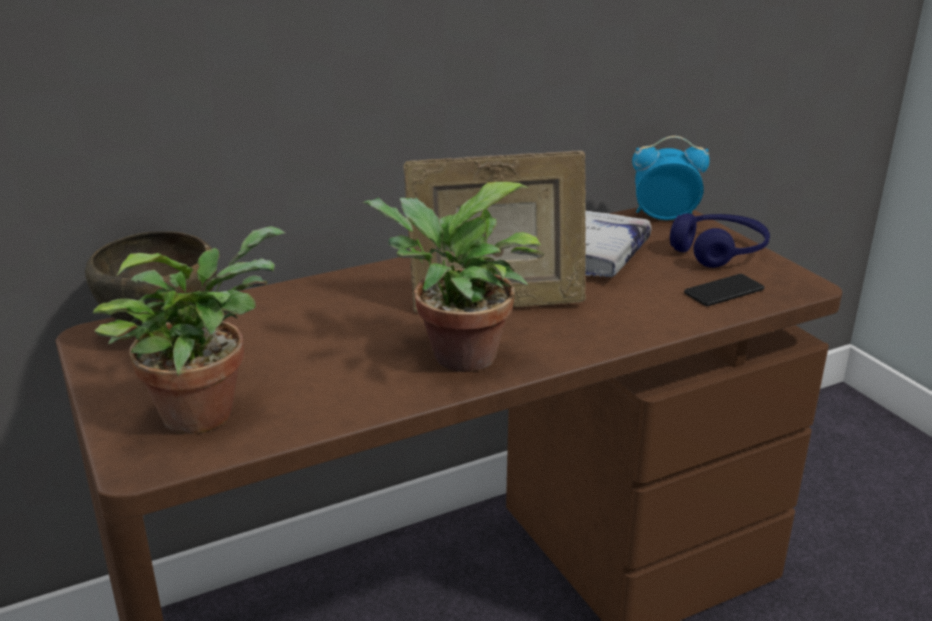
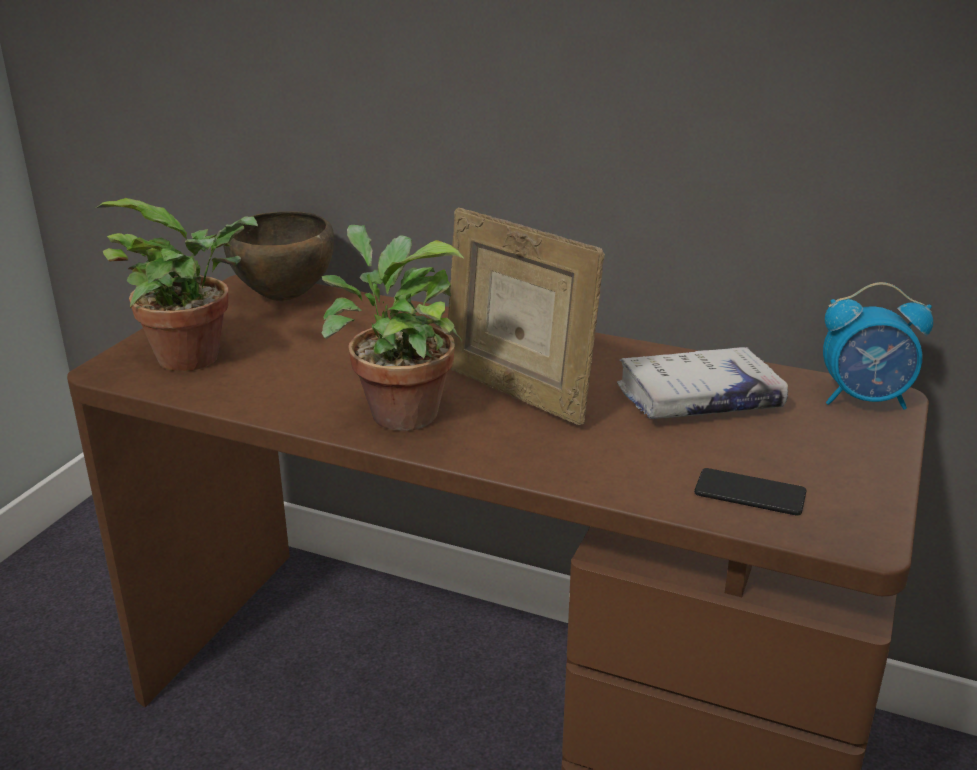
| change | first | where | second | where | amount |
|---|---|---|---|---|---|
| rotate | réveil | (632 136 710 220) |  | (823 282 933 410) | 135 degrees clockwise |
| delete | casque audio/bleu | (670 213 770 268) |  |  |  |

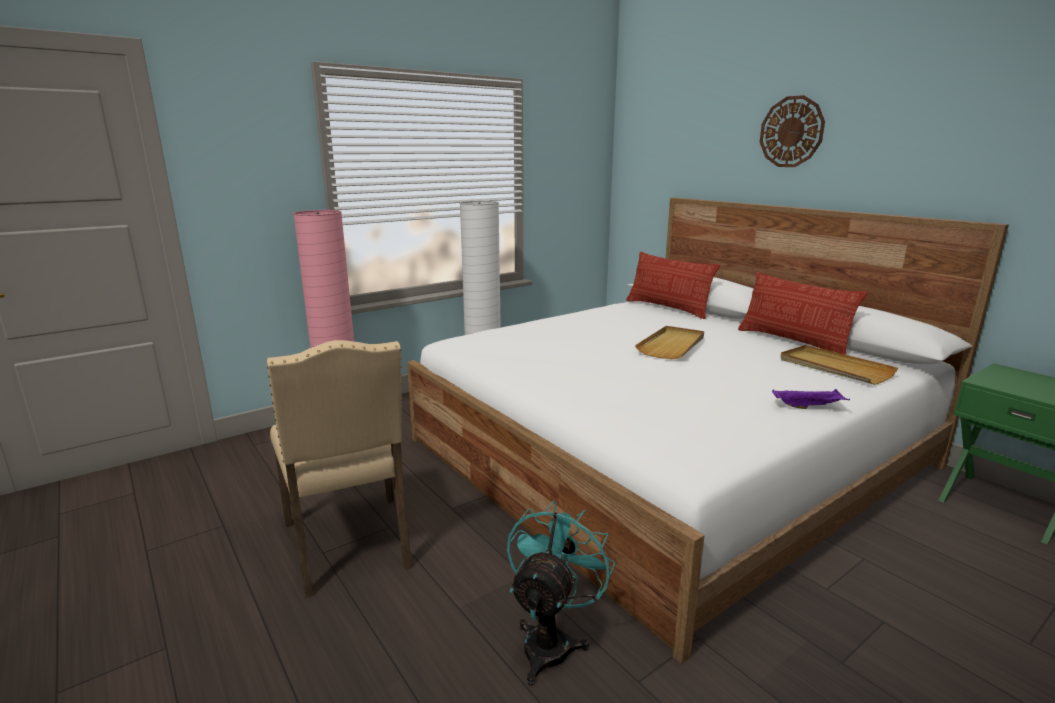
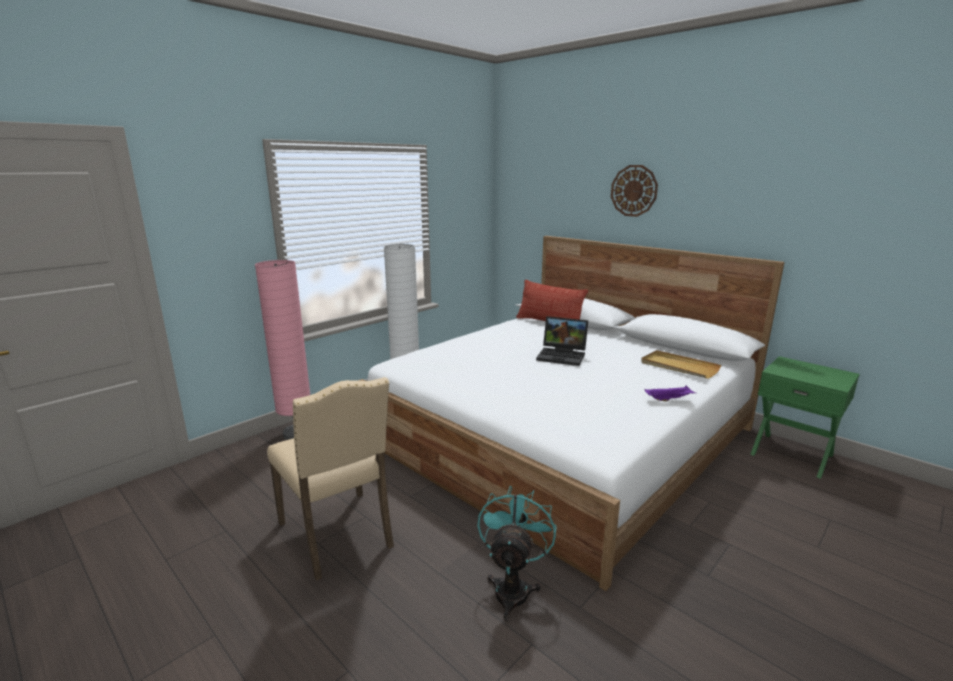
| change | first | where | second | where | amount |
|---|---|---|---|---|---|
| replace | plateau/beige | (635 326 704 359) | ordinateur portable | (536 316 588 366) |  |
| delete | coussin | (738 272 868 355) |  |  |  |

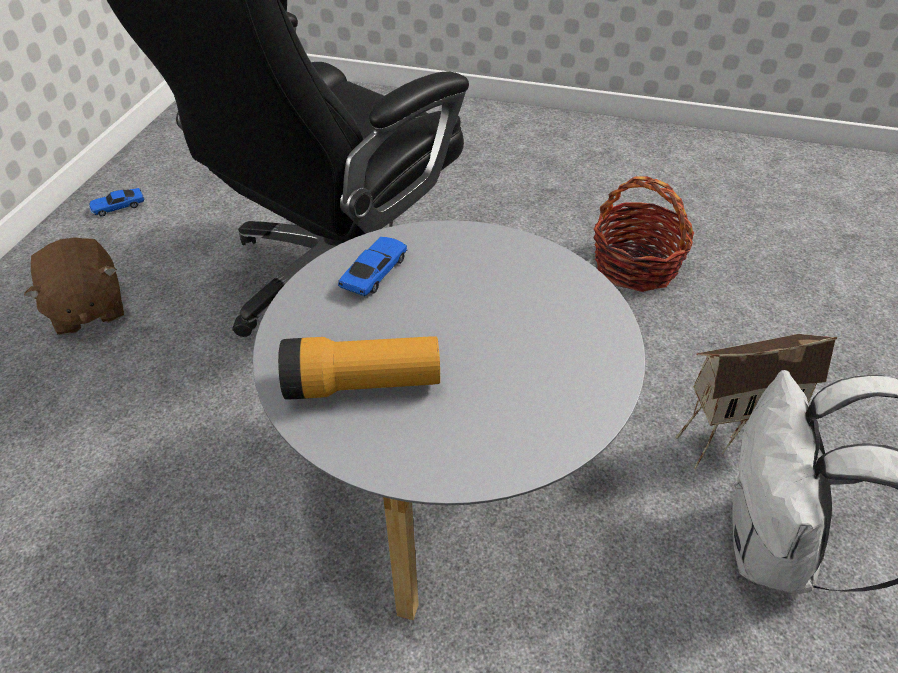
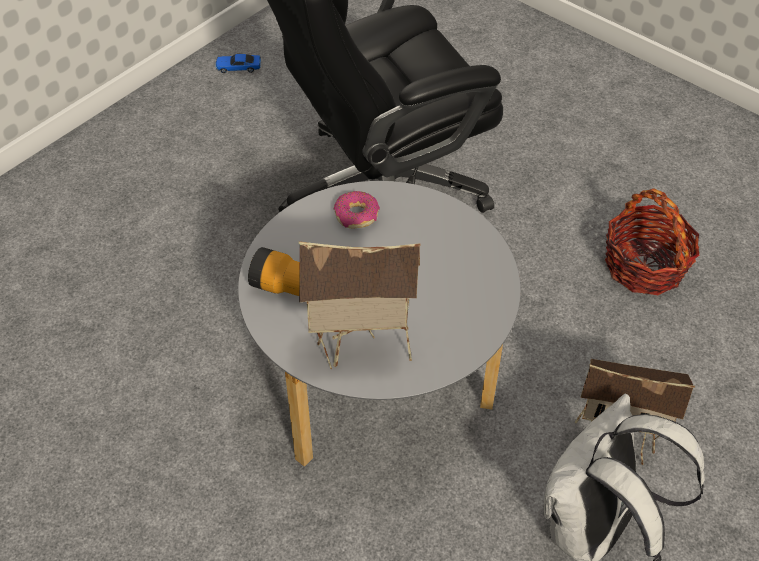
| change | first | where | second | where | amount |
|---|---|---|---|---|---|
| insert |  |  | maison miniature | (298 241 421 369) |  |
| replace | petite voiture | (338 237 408 296) | beignet | (333 191 380 229) |  |
| delete | peluche/marron | (24 237 124 335) |  |  |  |

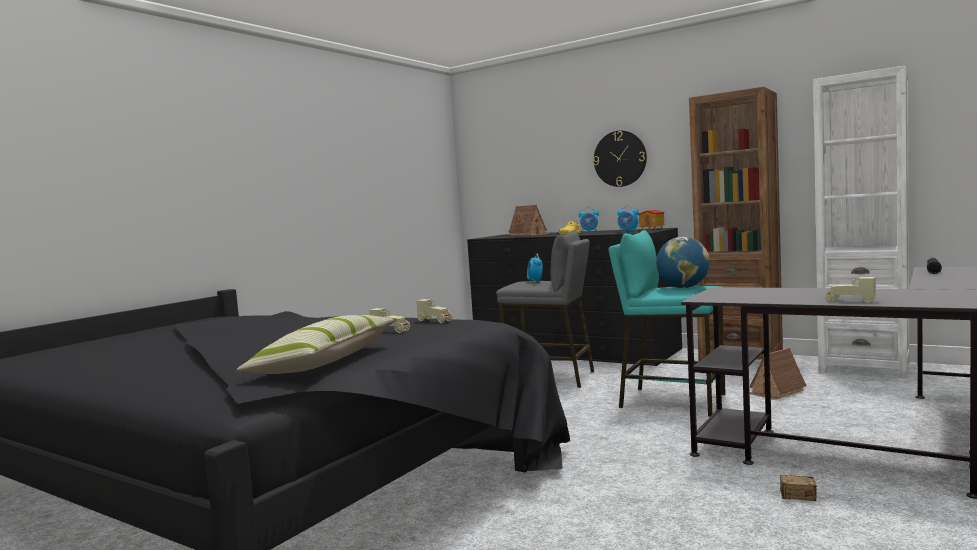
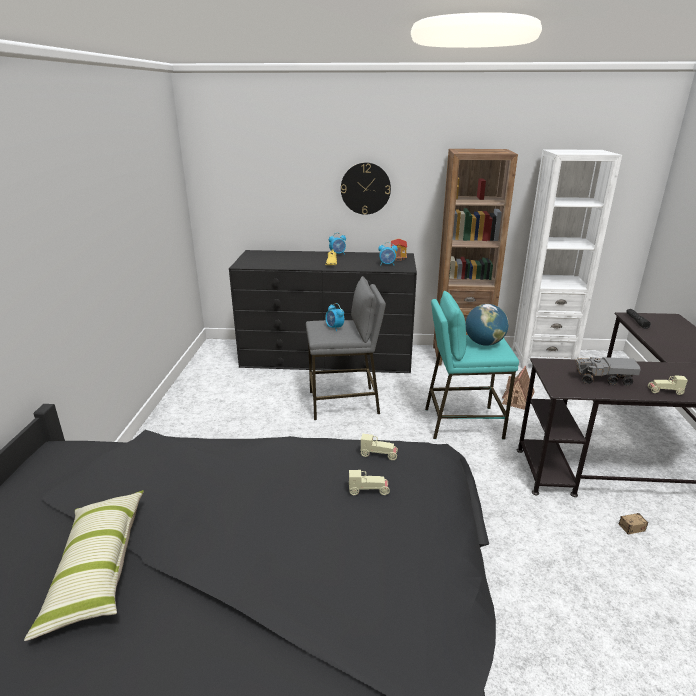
| change | first | where | second | where | amount |
|---|---|---|---|---|---|
| move | coussin | (237 315 397 374) |  | (24 490 144 641) |  |
| insert |  |  | camion jouet | (575 357 641 386) |  |
| delete | maison miniature | (508 205 550 236) |  |  |  |

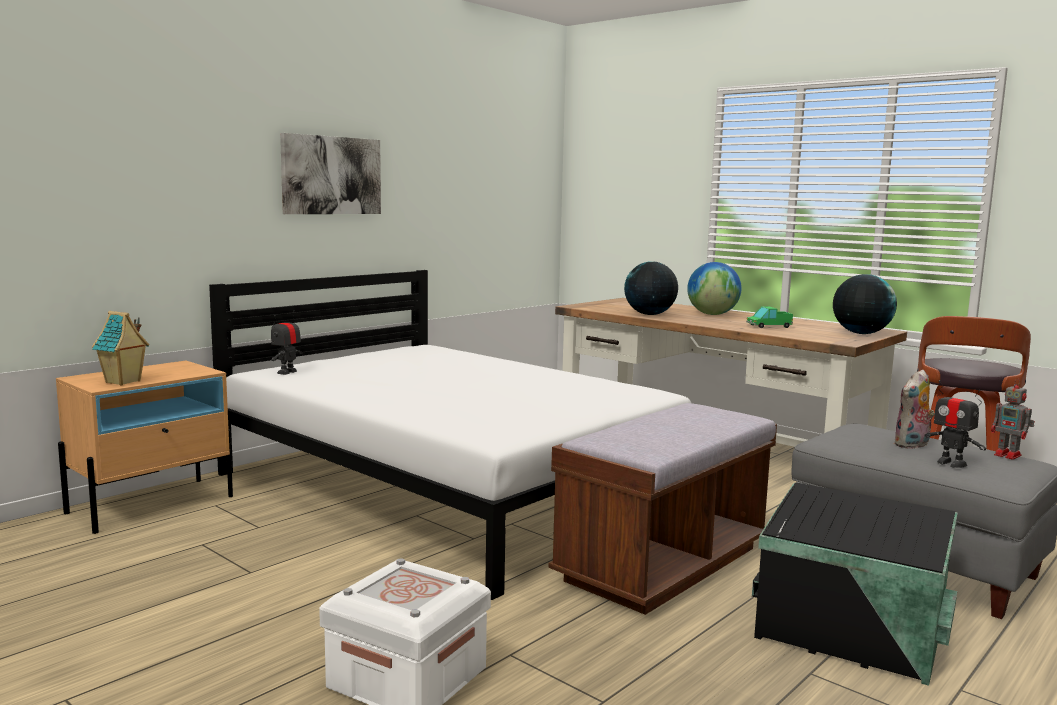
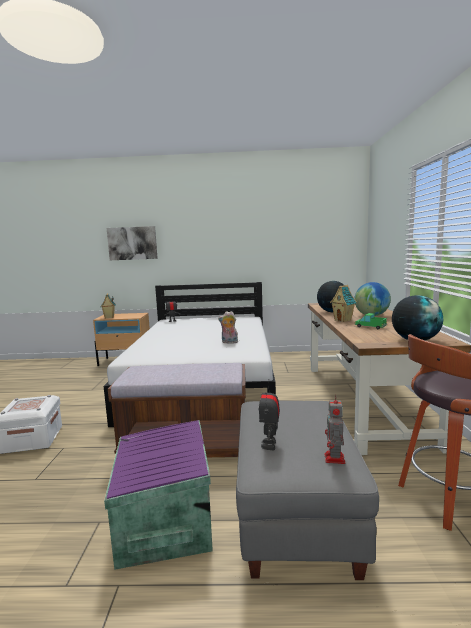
| change | first | where | second | where | amount |
|---|---|---|---|---|---|
| recolor | boîte de rangement/noir | (752 482 958 686) | boîte de rangement/violet | (104 420 213 570) |  |
| move | tableau | (280 133 381 214) |  | (107 226 158 260) |  |
| move | peluche | (893 369 935 449) |  | (218 311 238 344) |  |
| insert |  |  | maison miniature | (330 285 357 322) |  |

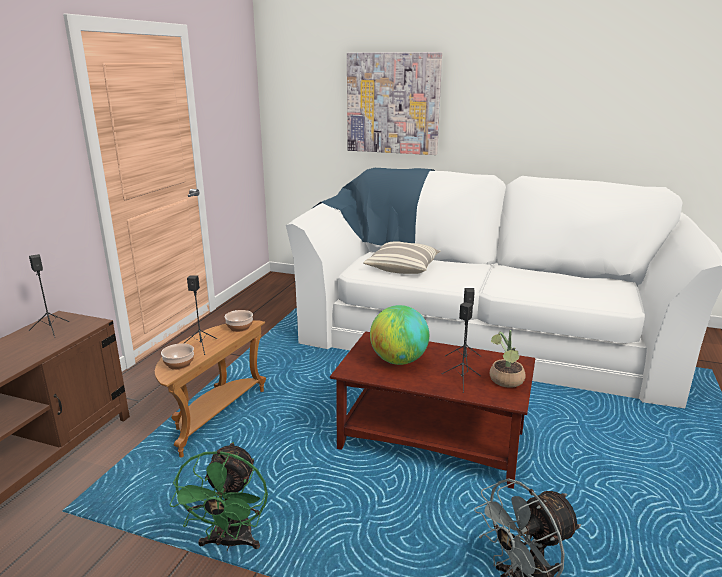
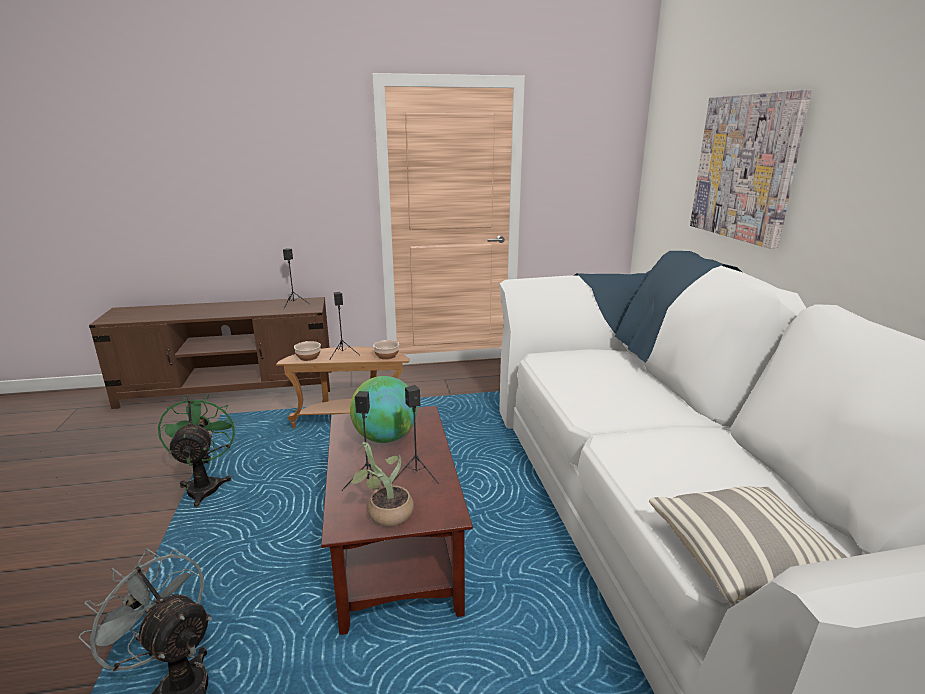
| change | first | where | second | where | amount |
|---|---|---|---|---|---|
| rotate | ventilateur/vert | (169 442 268 551) |  | (158 394 237 508) | 105 degrees clockwise |
| move | coussin | (363 242 440 274) |  | (649 486 847 604) |  |

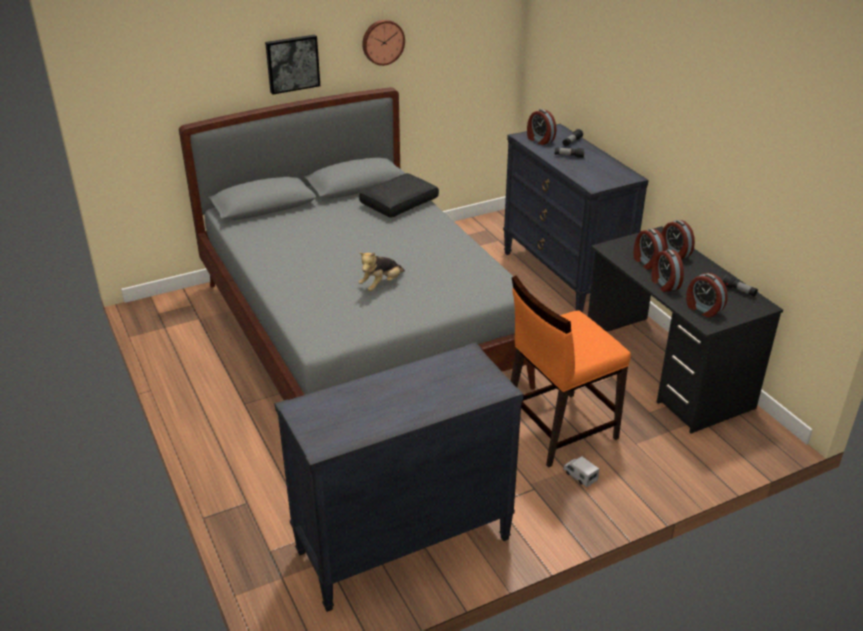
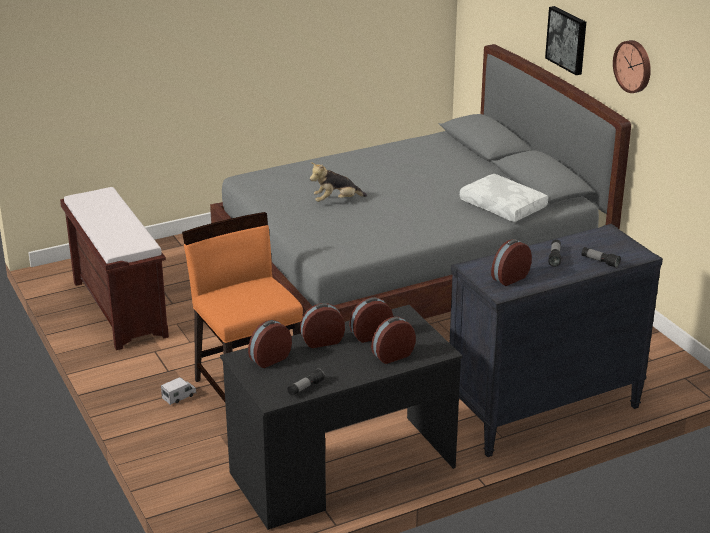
| change | first | where | second | where | amount |
|---|---|---|---|---|---|
| replace | commode/noir | (275 342 523 612) | banc/marron | (60 187 169 350) |  |
| rotate | peluche | (358 252 405 291) |  | (310 162 367 202) | 60 degrees counterclockwise |
| recolor | coussin/noir | (359 173 439 218) | coussin/blanc | (460 174 548 222) |  |
| move | réveil | (527 109 557 145) |  | (491 239 532 286) |  |

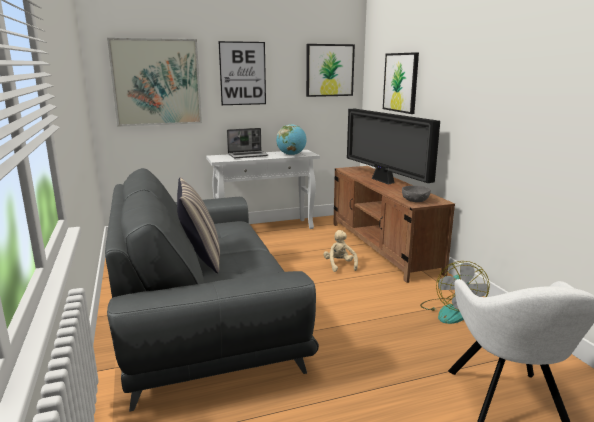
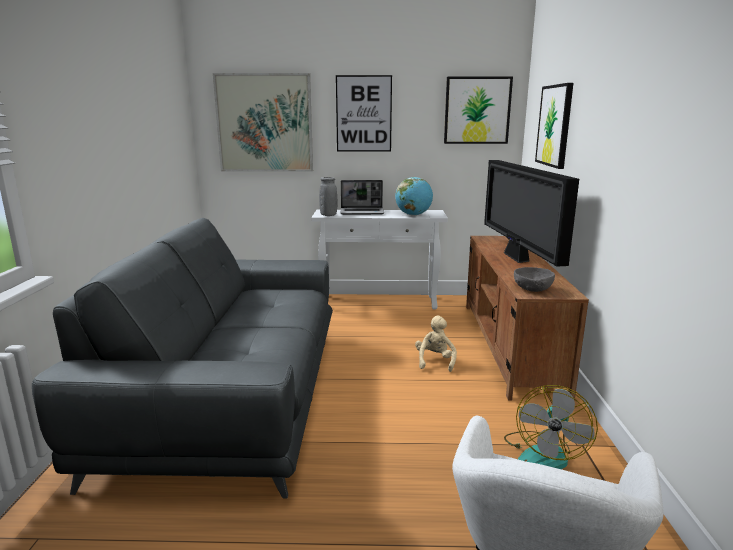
| change | first | where | second | where | amount |
|---|---|---|---|---|---|
| insert |  |  | vase/gris | (319 177 337 216) |  |
| delete | coussin | (177 177 220 274) |  |  |  |

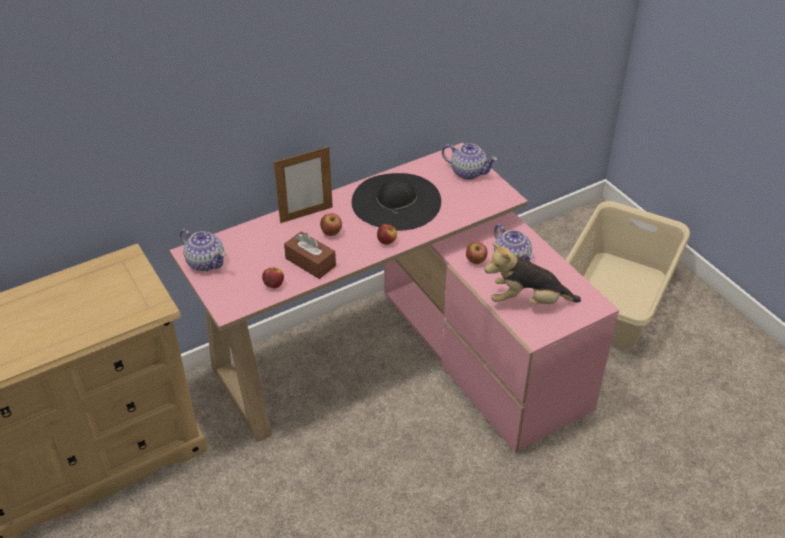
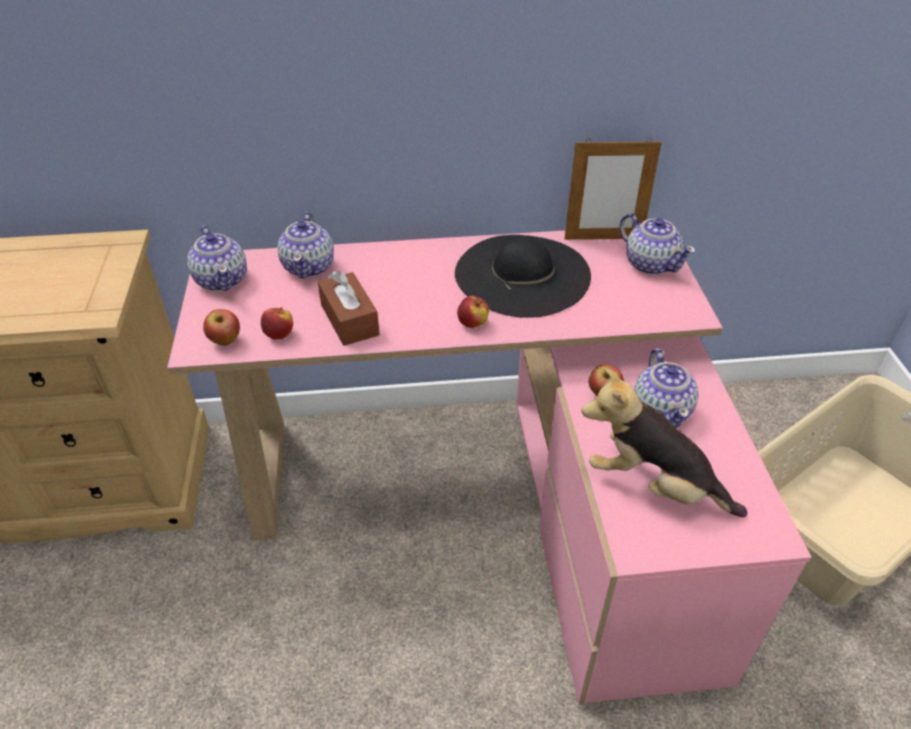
| change | first | where | second | where | amount |
|---|---|---|---|---|---|
| move | pomme | (320 213 342 236) |  | (203 309 240 346) |  |
| insert |  |  | théière | (278 212 334 279) |  |
| move | cadre photo | (274 146 333 223) |  | (565 138 662 240) |  |

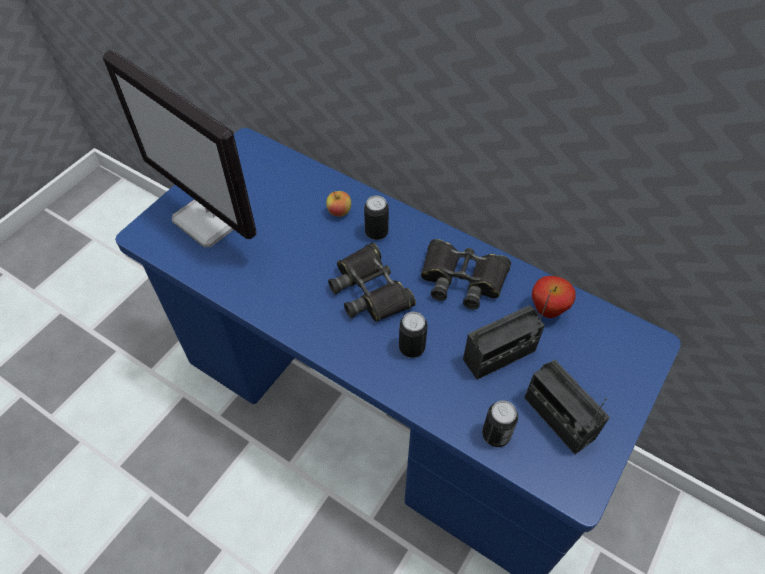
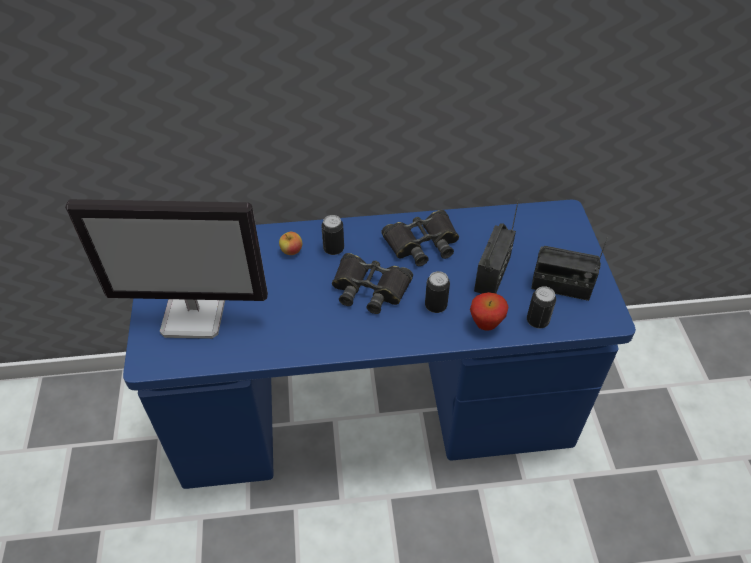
| change | first | where | second | where | amount |
|---|---|---|---|---|---|
| move | pomme | (532 276 576 318) |  | (470 292 509 331) |  |

